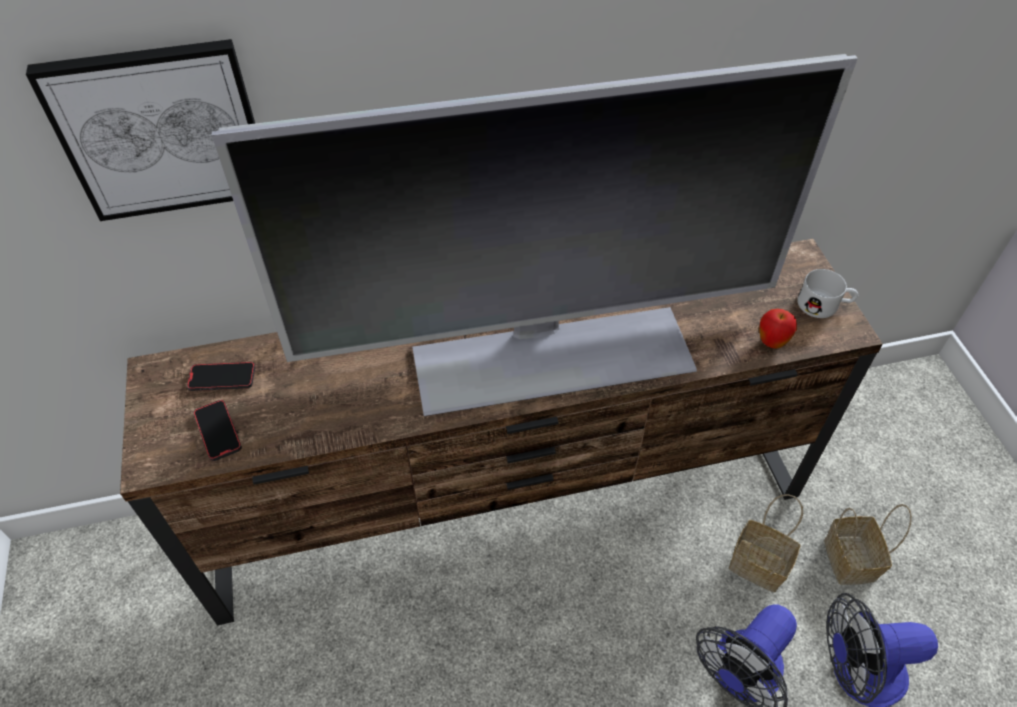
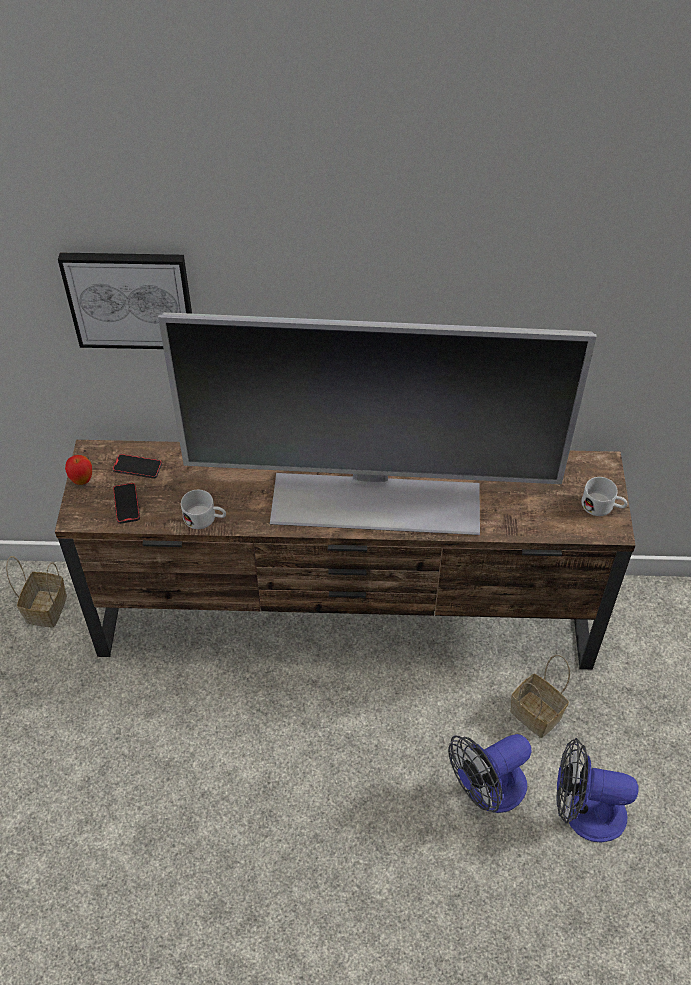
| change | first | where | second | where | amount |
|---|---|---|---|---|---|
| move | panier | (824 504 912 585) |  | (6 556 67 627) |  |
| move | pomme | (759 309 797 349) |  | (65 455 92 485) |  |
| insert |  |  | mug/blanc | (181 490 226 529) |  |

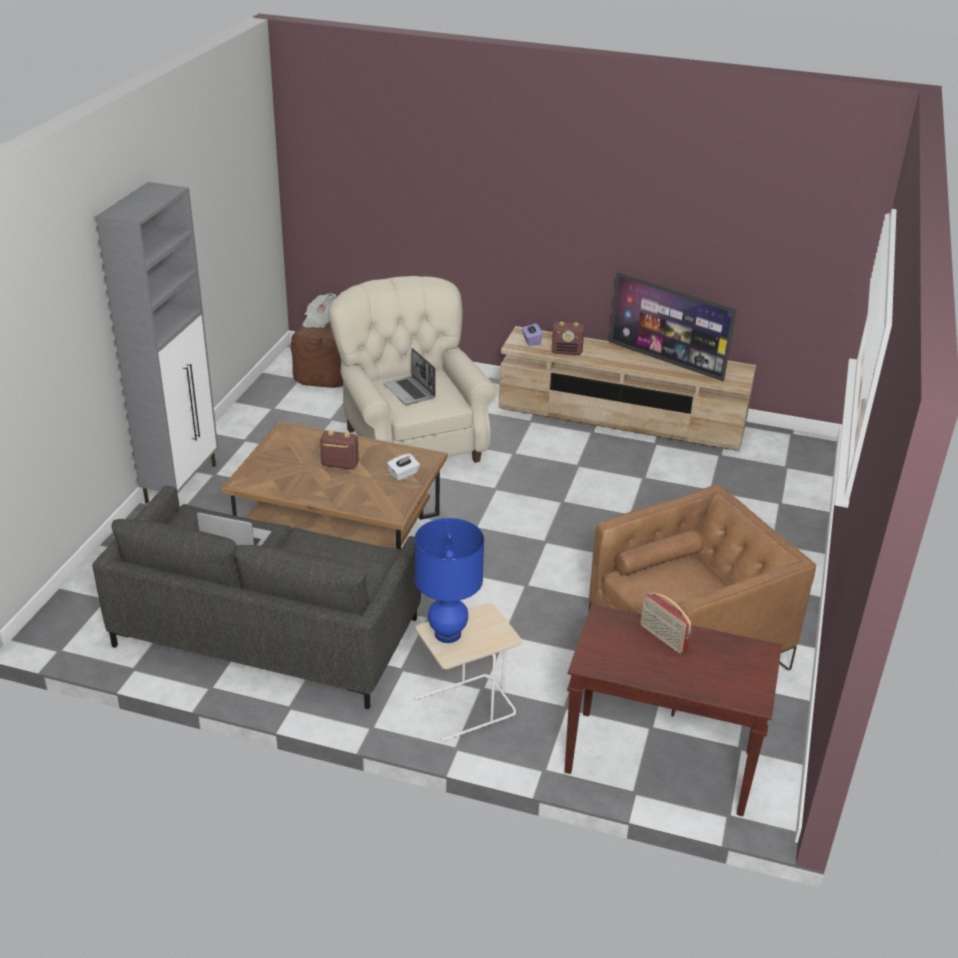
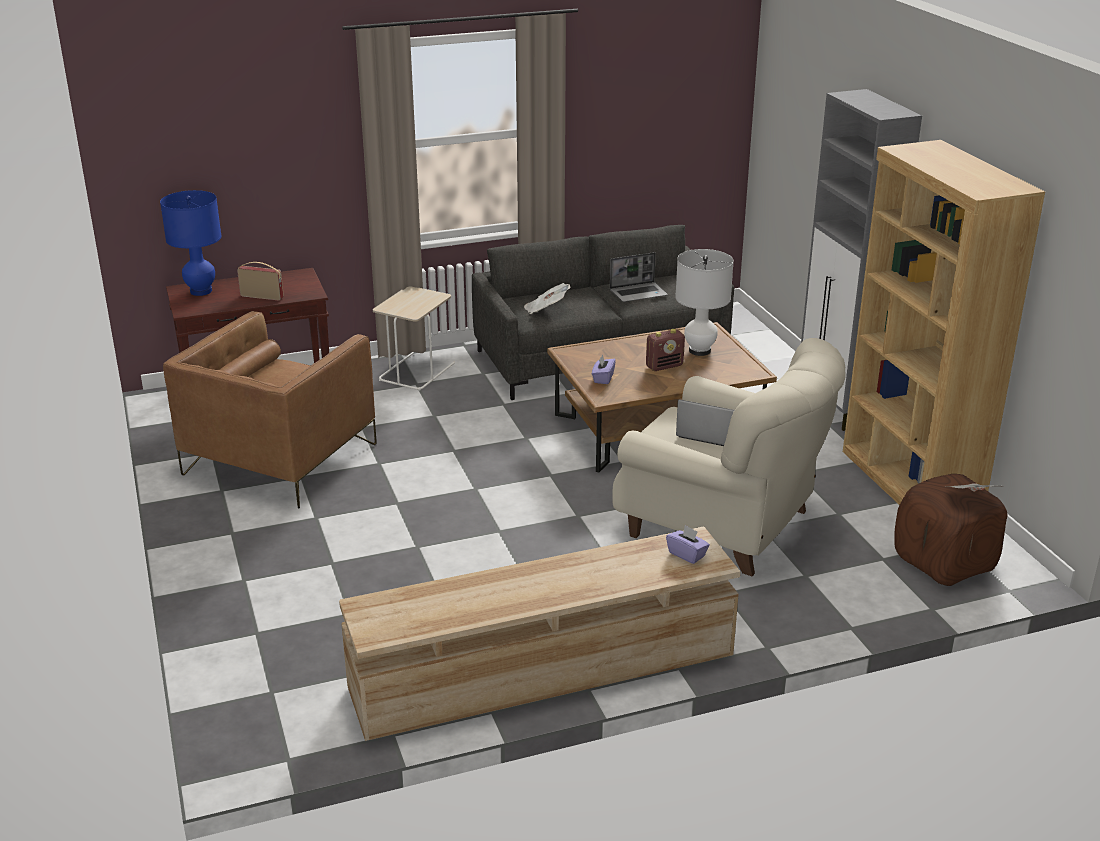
| change | first | where | second | where | amount |
|---|---|---|---|---|---|
| move | lampe de table/bleu | (414 518 484 643) |  | (160 190 222 296) |  |
| insert |  |  | journal | (524 283 570 314) |  |
| recolor | boîte à mouchoirs/blanc | (387 454 420 481) | boîte à mouchoirs/violet | (592 354 616 384) |  |
| insert |  |  | lampe de table/blanc | (675 249 734 356) |  |
| insert |  |  | bibliothèque/marron | (843 140 1045 505) |  |
| delete | radio | (552 322 584 355) |  |  |  |
| delete | téléviseur | (609 272 736 382) |  |  |  |

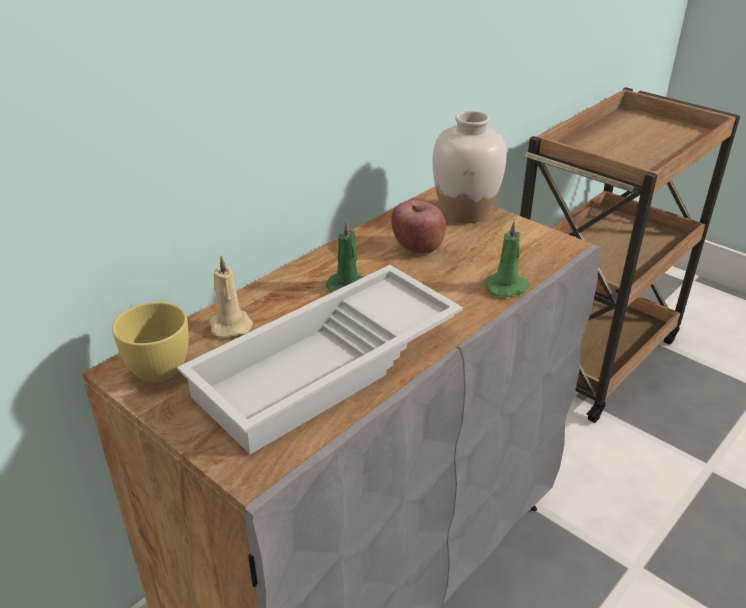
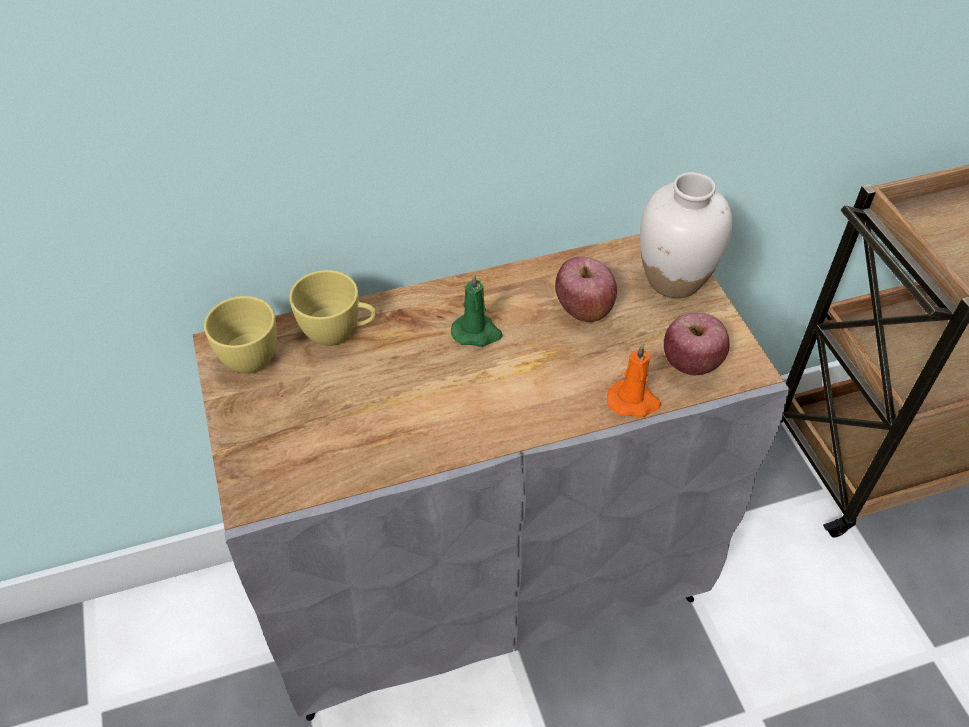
| change | first | where | second | where | amount |
|---|---|---|---|---|---|
| replace | bougie/beige | (209 255 253 338) | tasse/jaune | (289 270 376 346) |  |
| recolor | bougie/vert | (484 220 530 297) | bougie/orange | (607 343 662 417) |  |
| insert |  |  | pomme | (664 313 730 375) |  |
| delete | plateau/blanc | (177 265 463 454) |  |  |  |

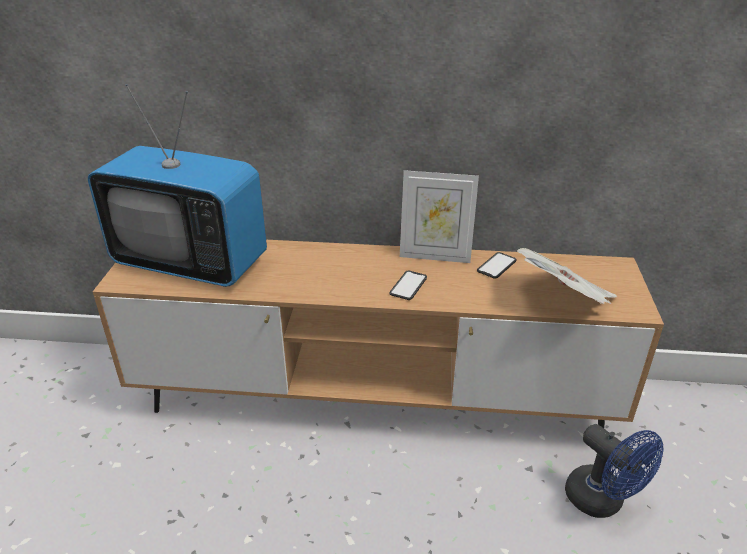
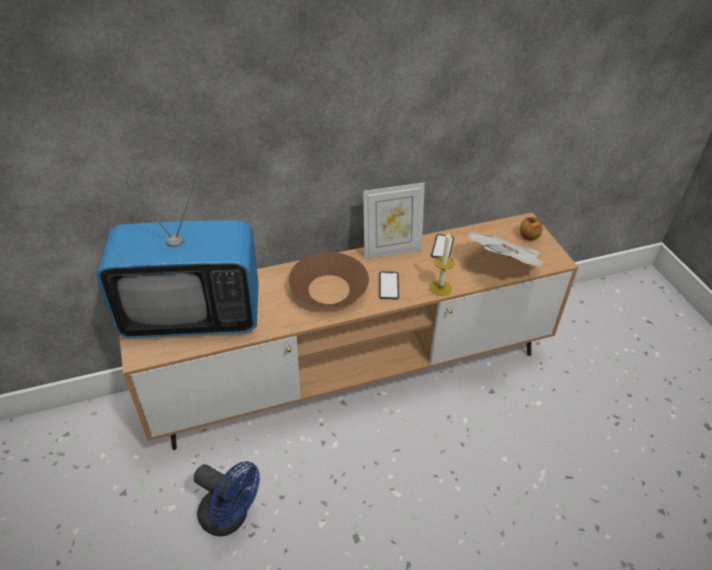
| change | first | where | second | where | amount |
|---|---|---|---|---|---|
| move | ventilateur/bleu | (565 424 664 518) |  | (194 461 260 537) |  |
| insert |  |  | bol/marron | (289 252 369 307) |  |
| insert |  |  | bougie | (429 232 454 296) |  |
| insert |  |  | pomme | (520 217 543 241) |  |

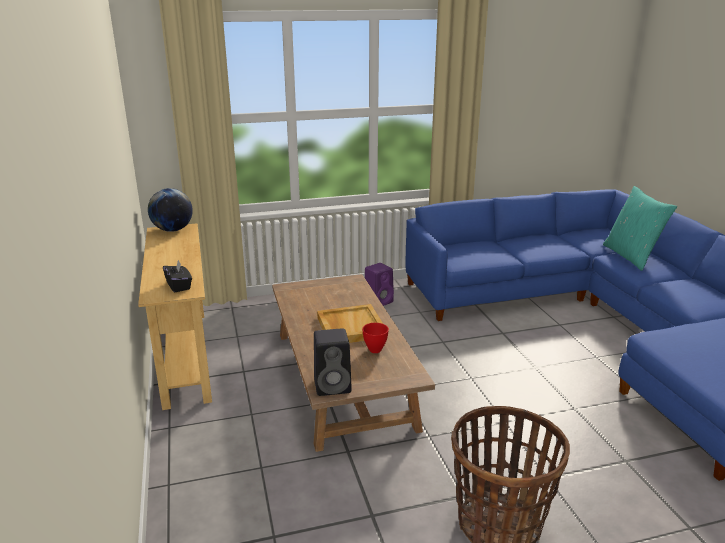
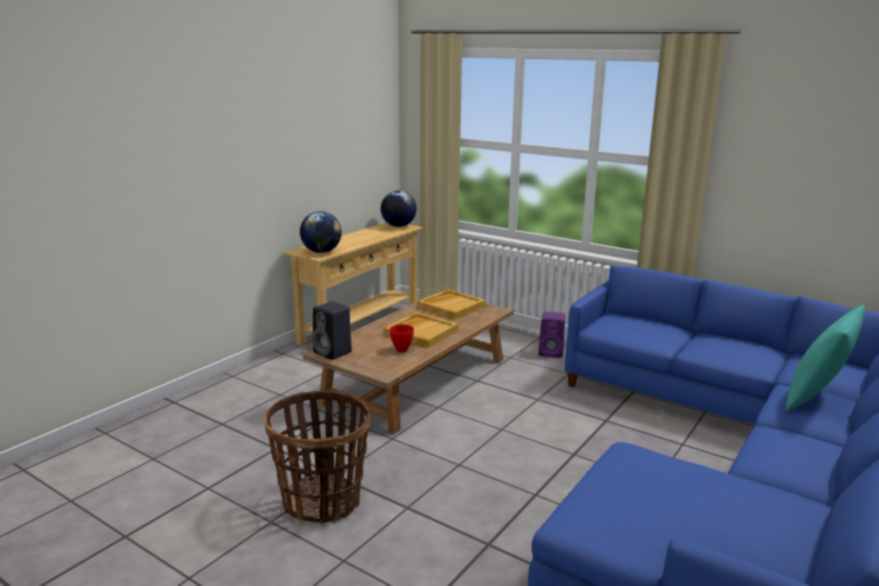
| change | first | where | second | where | amount |
|---|---|---|---|---|---|
| replace | boîte à mouchoirs/noir | (163 260 192 293) | globe | (300 211 342 253) |  |
| insert |  |  | plateau/beige | (417 289 486 319) |  |

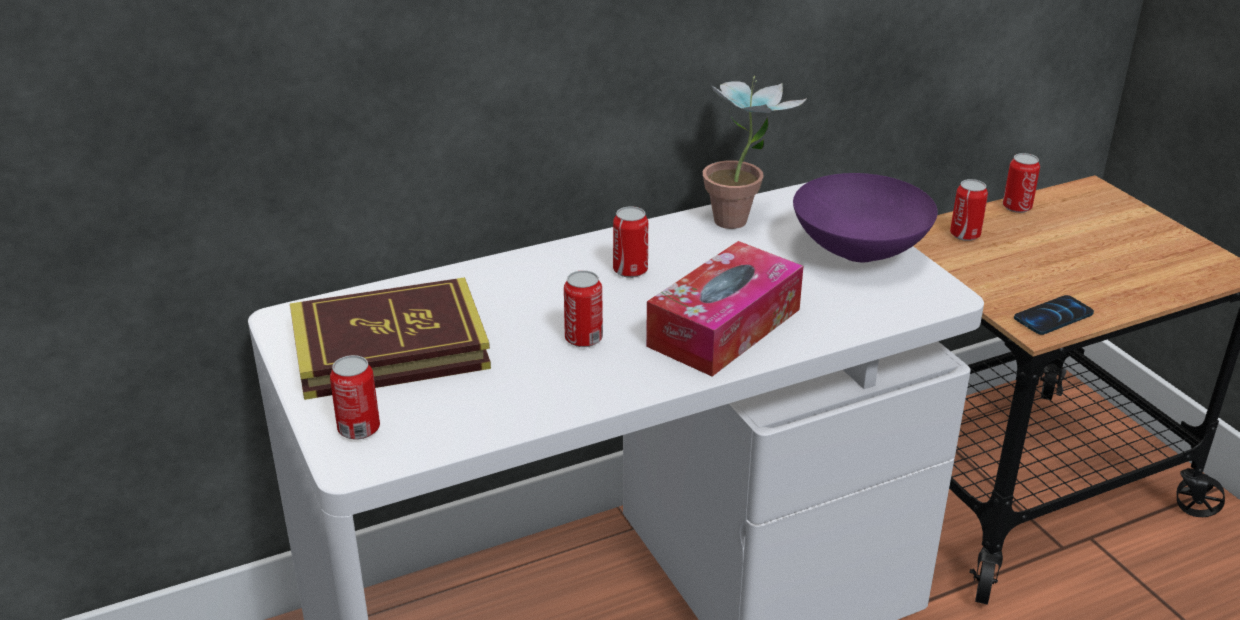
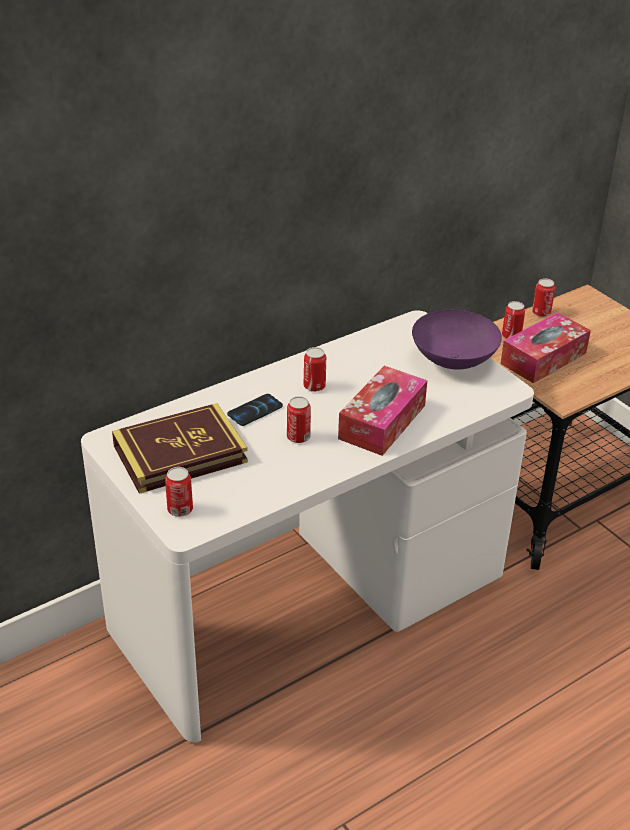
| change | first | where | second | where | amount |
|---|---|---|---|---|---|
| move | téléphone | (1014 295 1094 335) |  | (227 394 283 426) |  |
| insert |  |  | boîte à mouchoirs | (500 312 591 383) |  |
| delete | plante en pot | (703 76 807 229) |  |  |  |

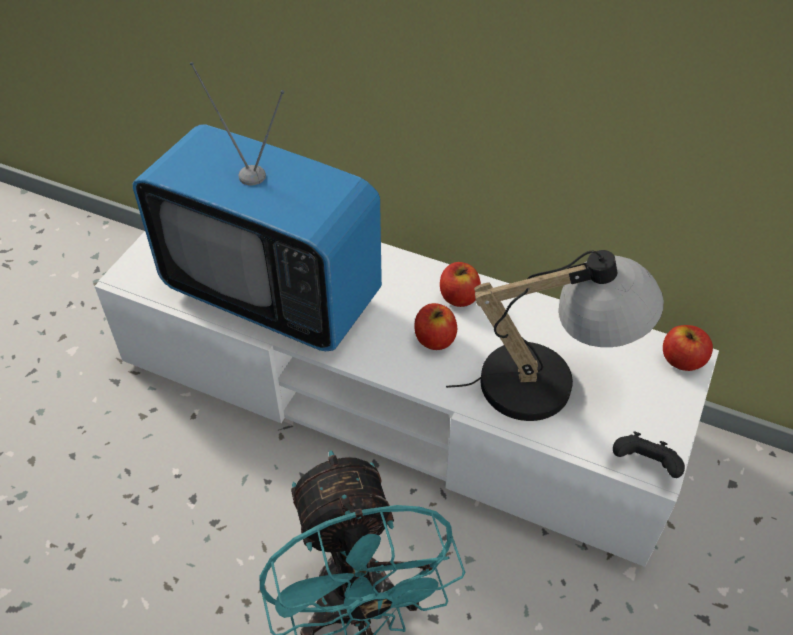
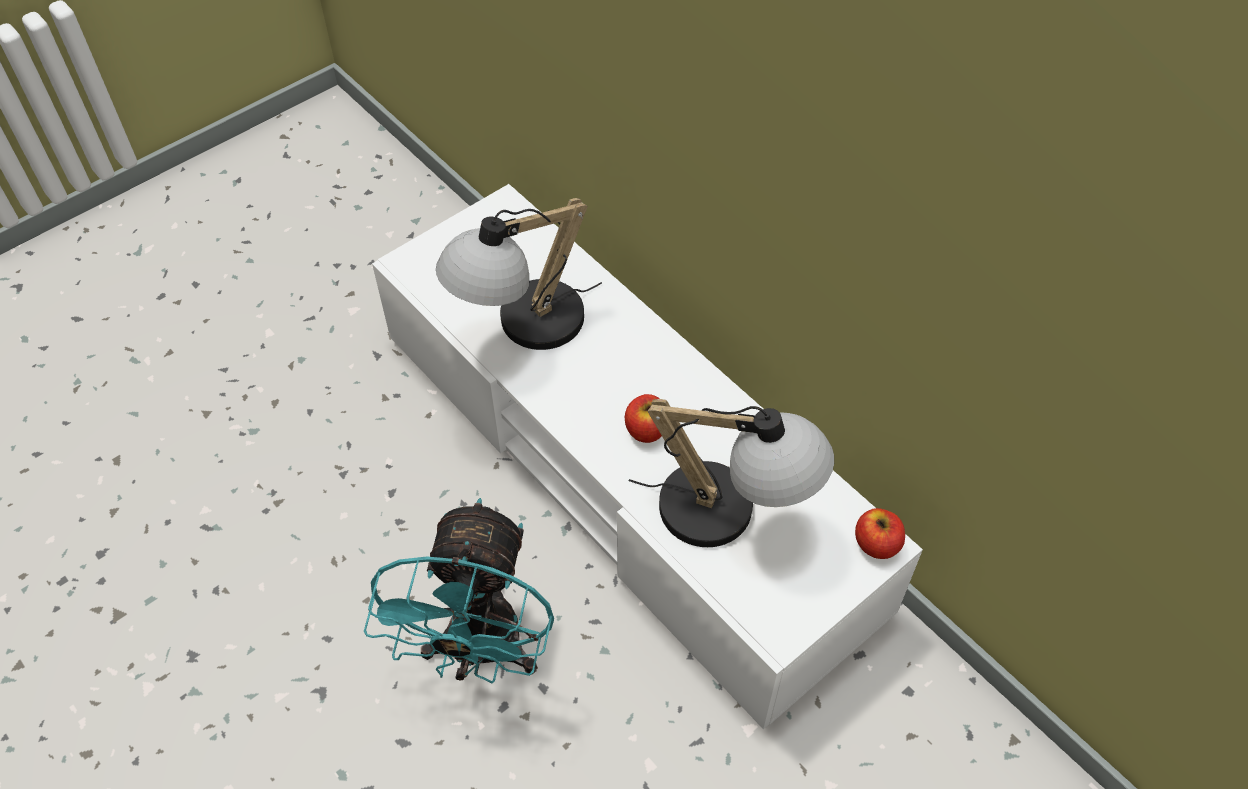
| change | first | where | second | where | amount |
|---|---|---|---|---|---|
| replace | téléviseur | (133 62 382 351) | lampe de table | (436 198 602 350) |  |
| delete | pomme | (440 262 481 307) |  |  |  |
| delete | manette/noir | (613 431 685 478) |  |  |  |

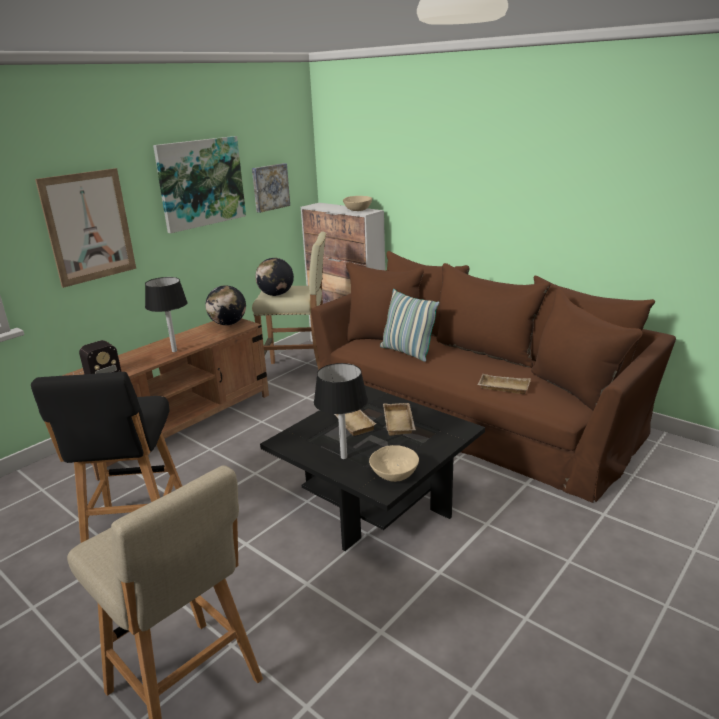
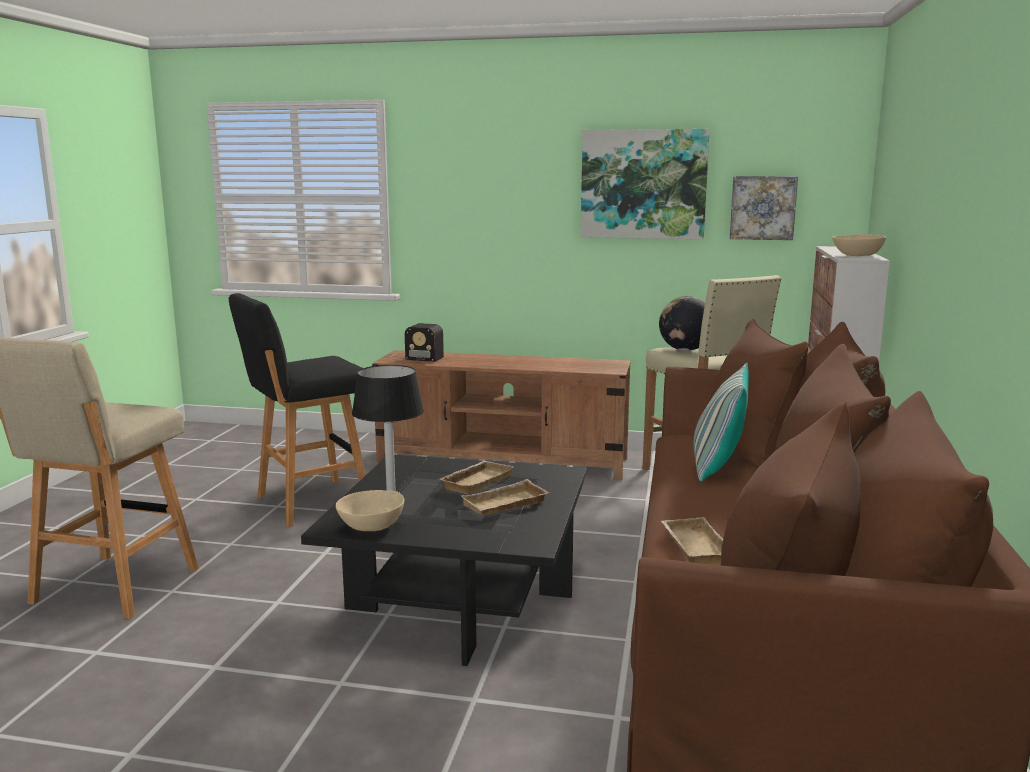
| change | first | where | second | where | amount |
|---|---|---|---|---|---|
| delete | tableau | (35 168 136 288) |  |  |  |
| delete | lampe de table/noir | (145 277 188 352) |  |  |  |
| delete | globe | (205 285 246 325) |  |  |  |

